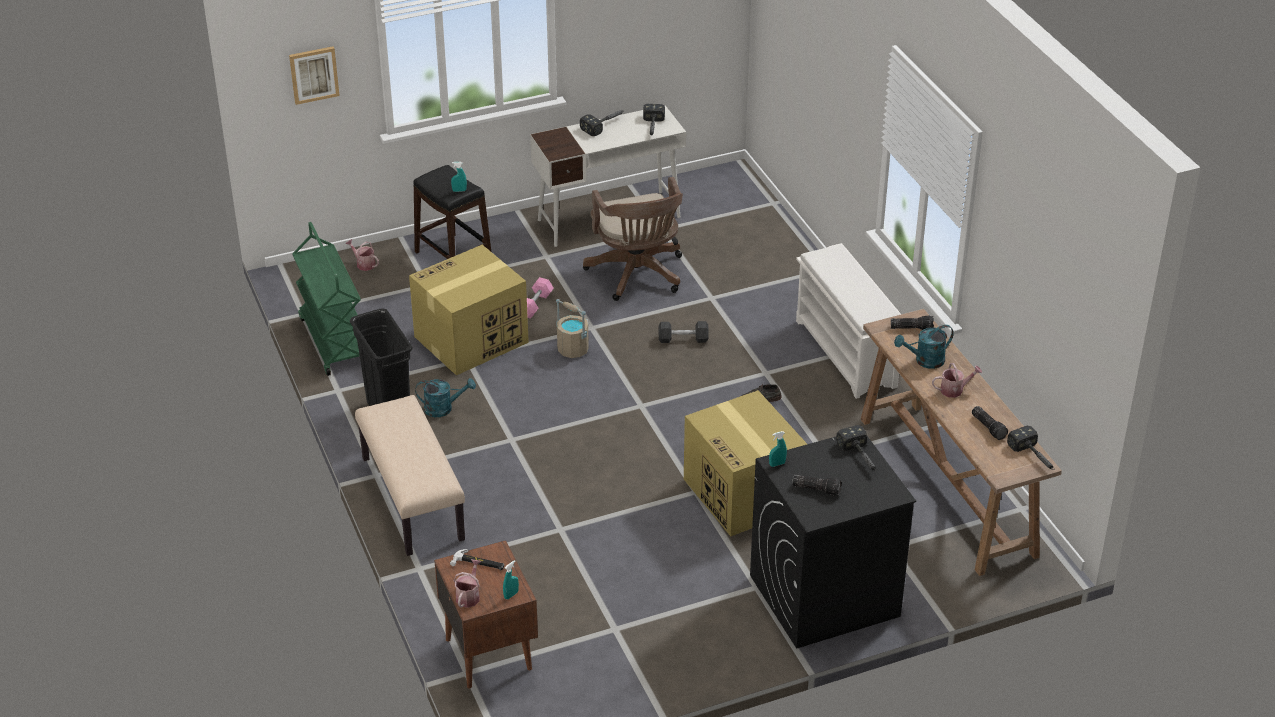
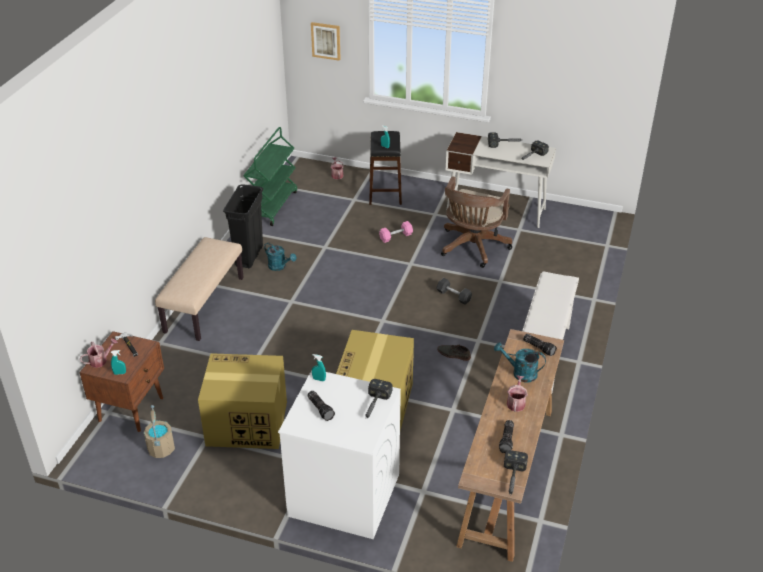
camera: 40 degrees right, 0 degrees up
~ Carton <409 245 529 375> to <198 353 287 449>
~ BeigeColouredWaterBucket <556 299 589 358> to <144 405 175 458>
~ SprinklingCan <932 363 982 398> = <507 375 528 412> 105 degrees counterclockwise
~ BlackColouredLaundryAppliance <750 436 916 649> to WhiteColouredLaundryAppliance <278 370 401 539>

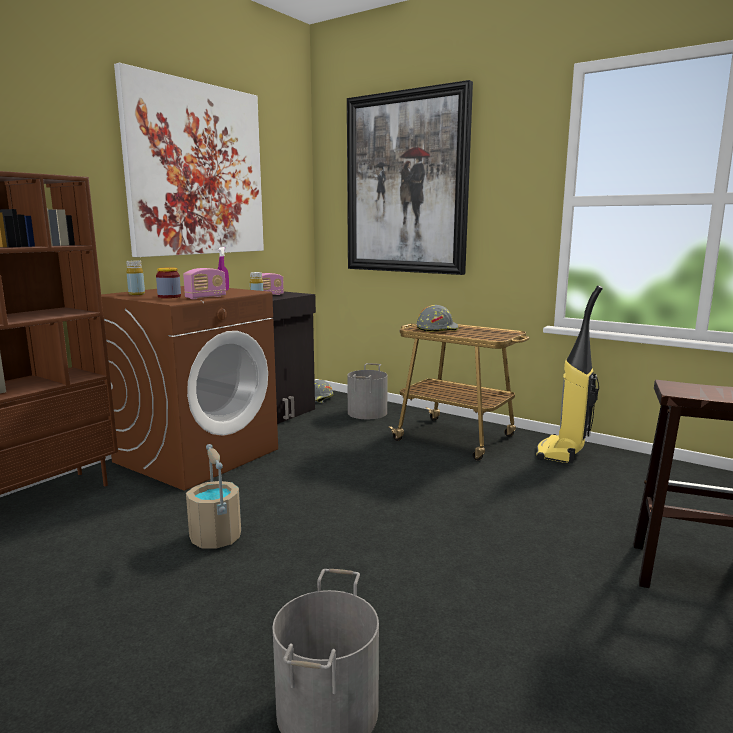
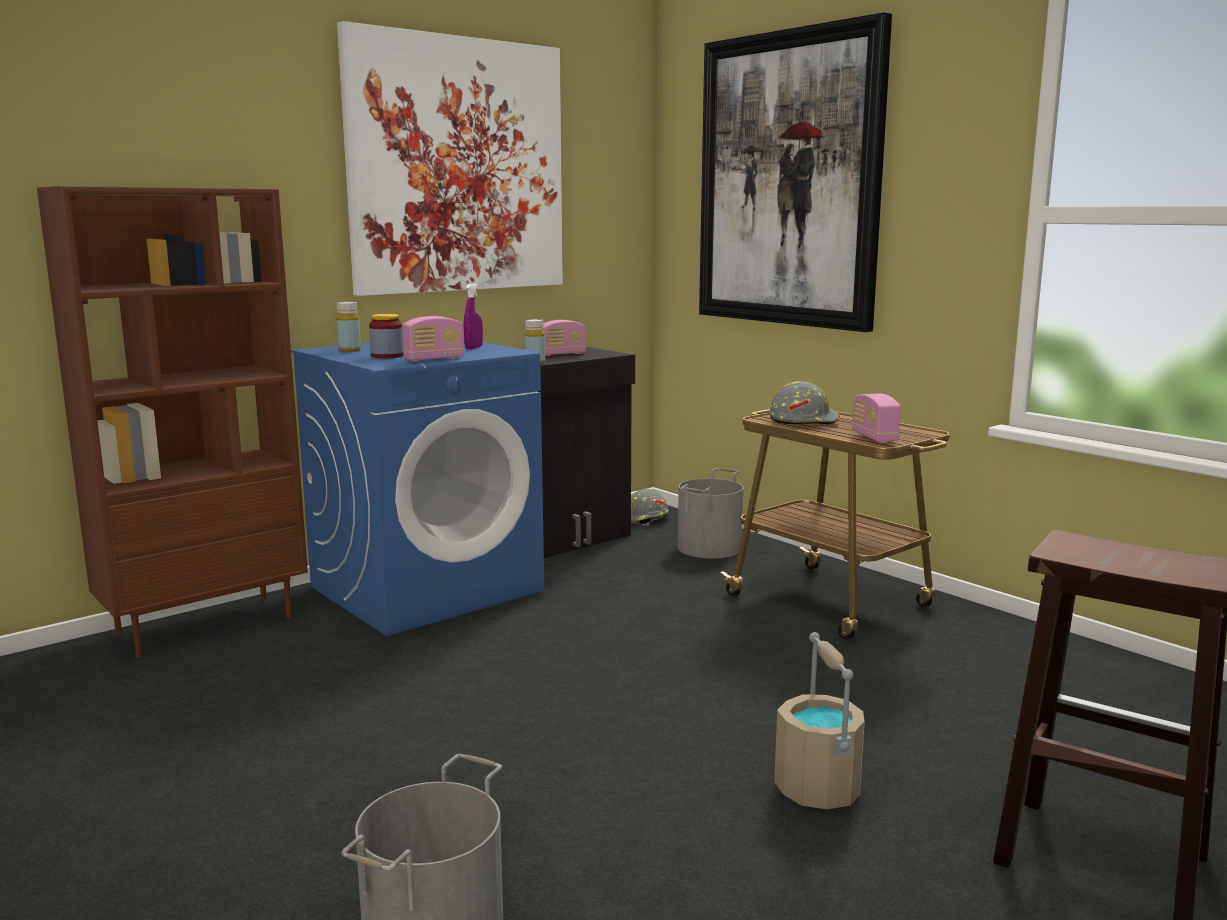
camera: 15 degrees right, 0 degrees up
- Hoover <536 285 603 463>
~ BrownLaundryAppliance <101 286 278 491> to BlueLaundryAppliance <291 339 544 636>
~ BeigeColouredWaterBucket <186 444 241 548> to <774 632 865 810>
+ RadioReceiver <852 394 901 443>

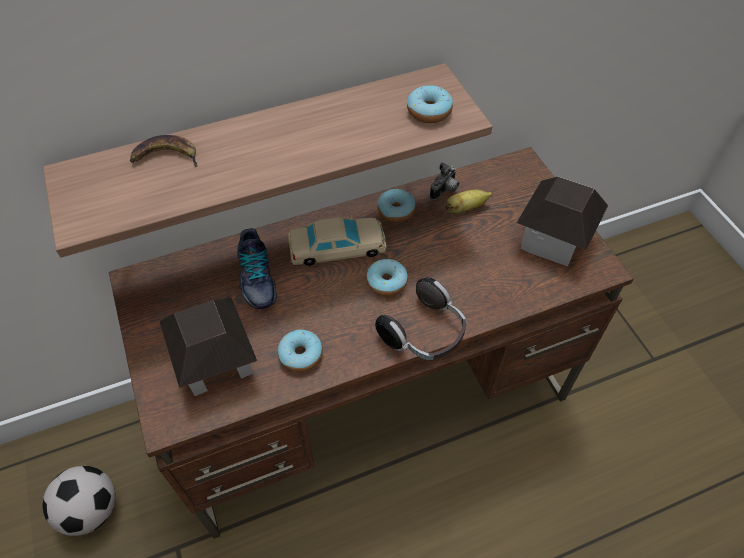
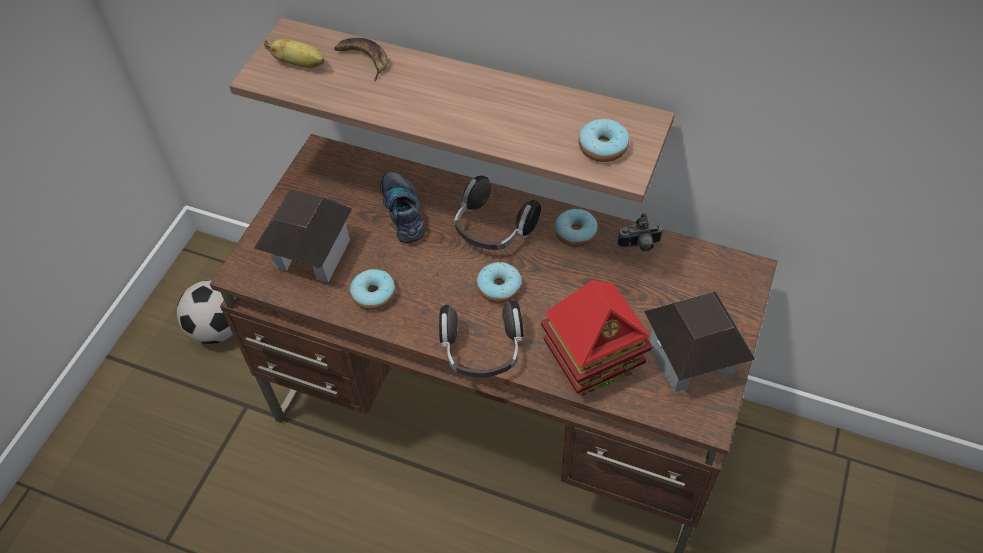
camera: 45 degrees right, 0 degrees up
~ WholeBanana <445 189 492 214> to <264 39 324 68>
~ BeigeColouredToyCar <288 215 386 266> to Headset <454 176 541 250>
~ LowShoe <237 228 277 309> = <380 171 426 243> 135 degrees clockwise
+ ToyHouse <541 280 652 396>

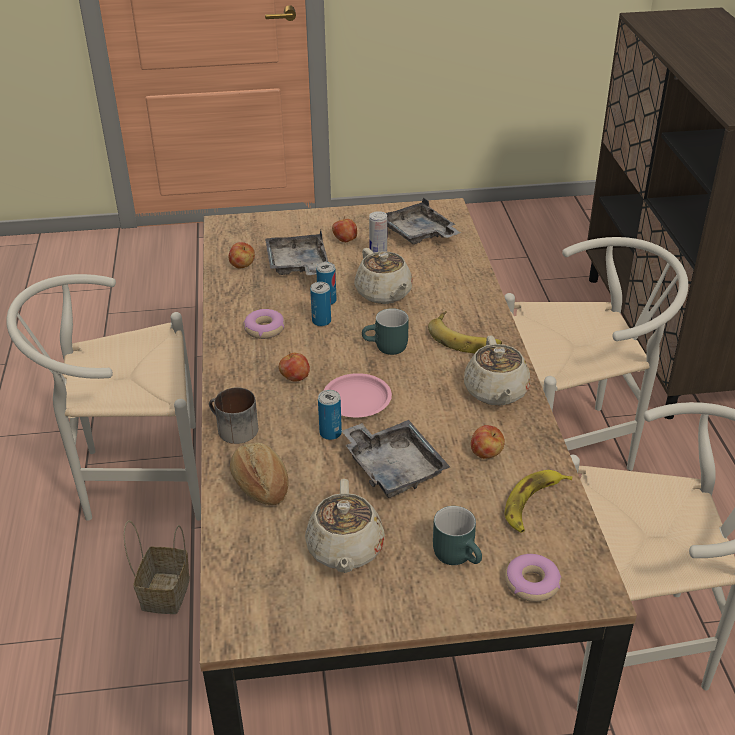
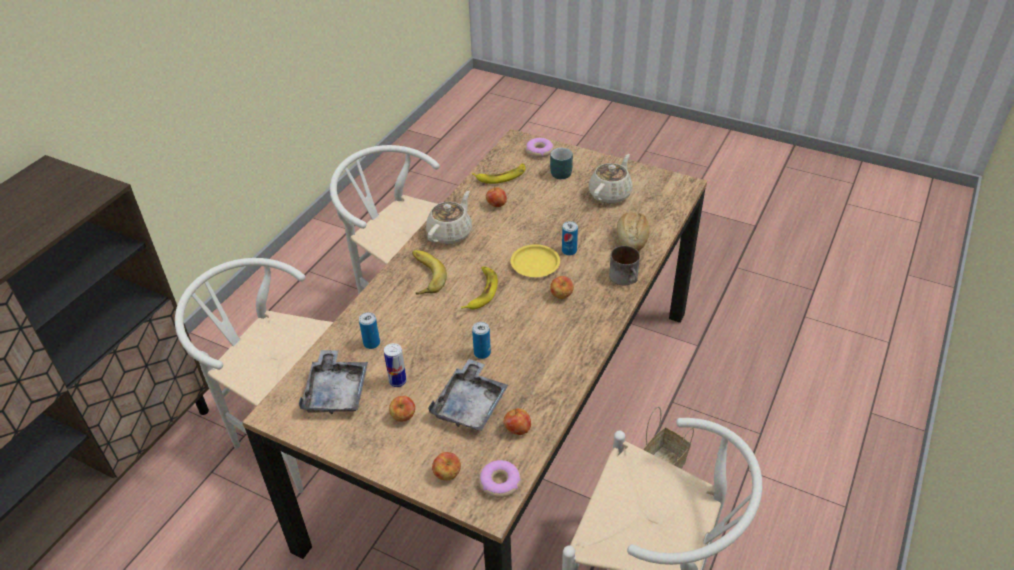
camera: 145 degrees left, 5 degrees up
- BeigeColouredPotForTea <354 248 413 304>
~ MetalCan <310 282 331 327> to <359 312 380 349>
~ BlueGreenTeaMug <362 308 409 355> to WholeBanana <461 266 498 309>
~ RingDoughnut <243 309 285 339> to <479 460 521 498>
~ PinkColouredDinnerPlate <323 373 392 417> to YellowColouredDinnerPlate <511 244 560 277>
- GreyishTray <341 420 450 498>
+ Apple <432 452 461 480>

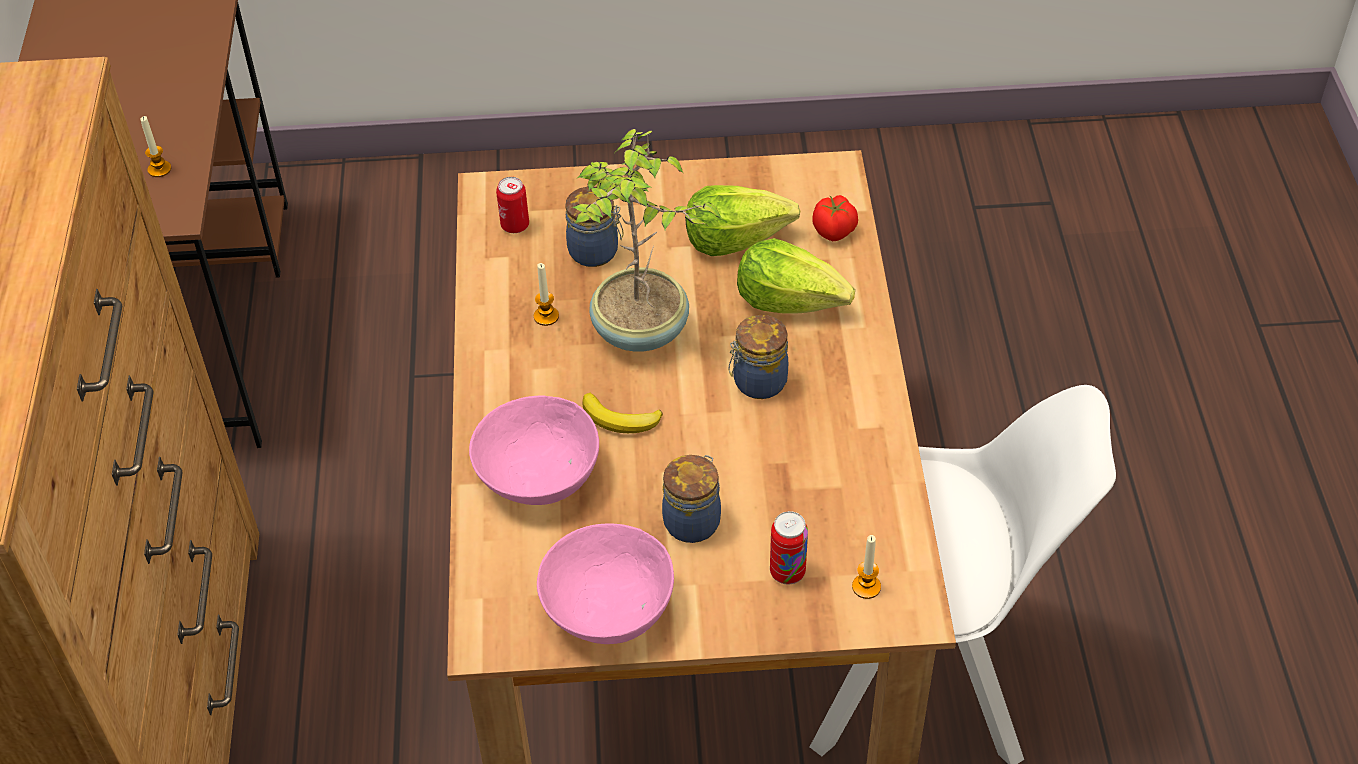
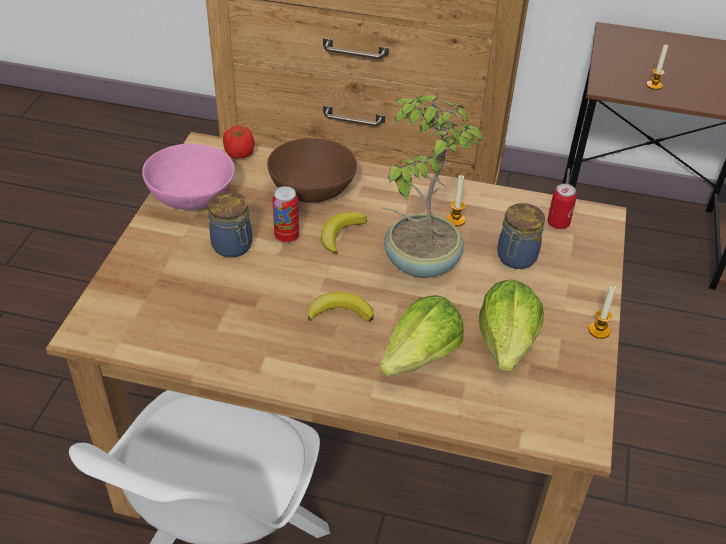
camera: 105 degrees right, 5 degrees down
~ Tomato <812 195 858 241> to <223 125 255 159>
~ StorageJar <728 315 788 399> to WholeBanana <308 292 374 322>
~ PinkColouredBowl <469 395 599 505> to BrownBowl <267 138 357 203>
~ MetalCan <770 511 808 585> to <272 186 299 243>
~ WaxCandle <852 535 881 599> to <588 286 616 339>

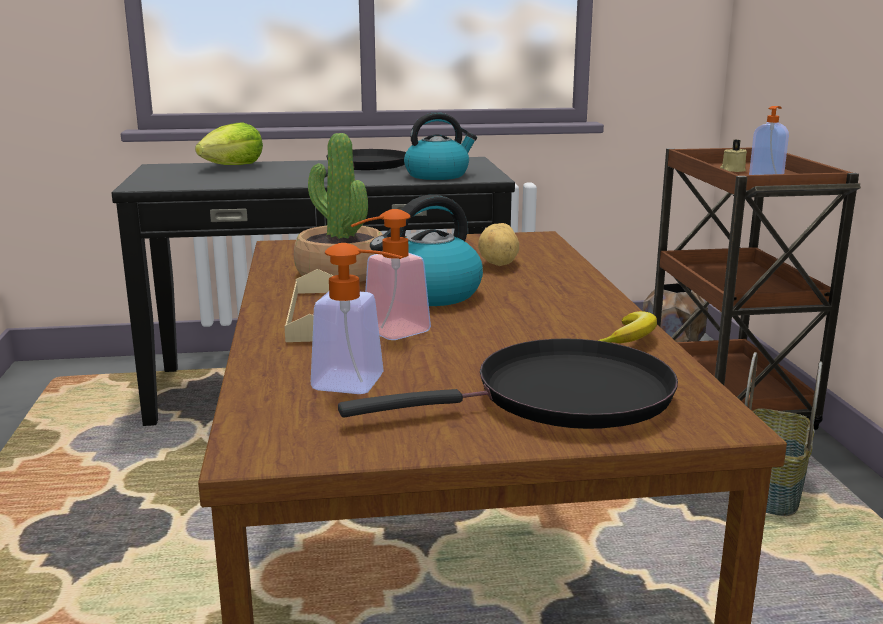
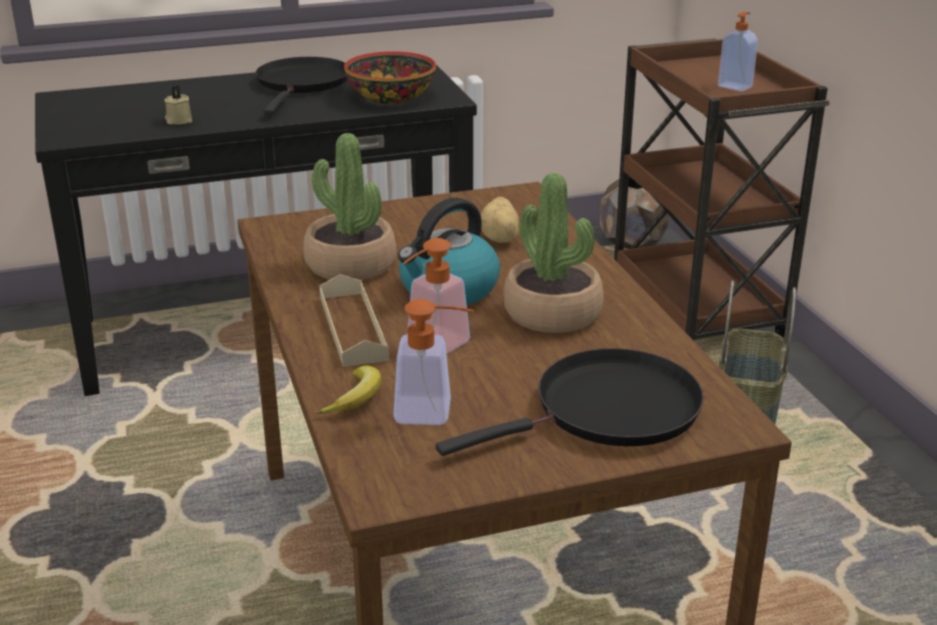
camera: 10 degrees left, 10 degrees up
~ WaterKettle <404 112 477 180> to Bowl <344 51 436 104>
- HeadOfLettuce <195 123 263 165>
~ BeigeColouredWaxCandle <720 139 747 172> to <164 85 192 125>
~ WholeBanana <597 311 657 343> to <316 365 382 414>
+ Houseplant <503 173 604 333>

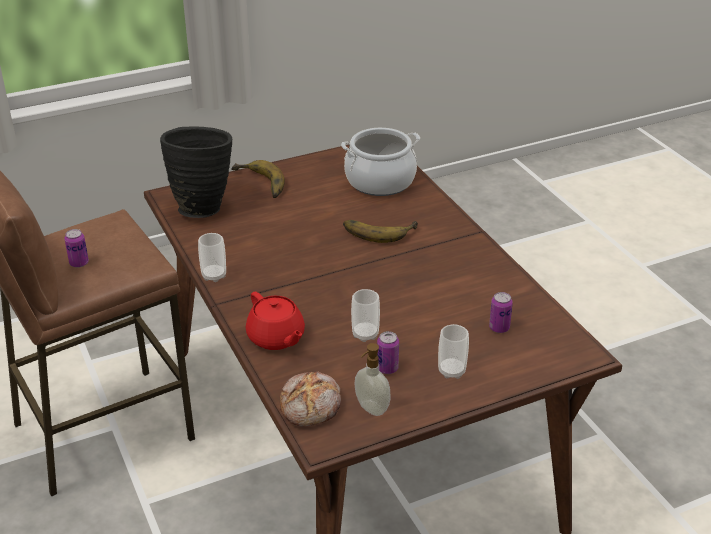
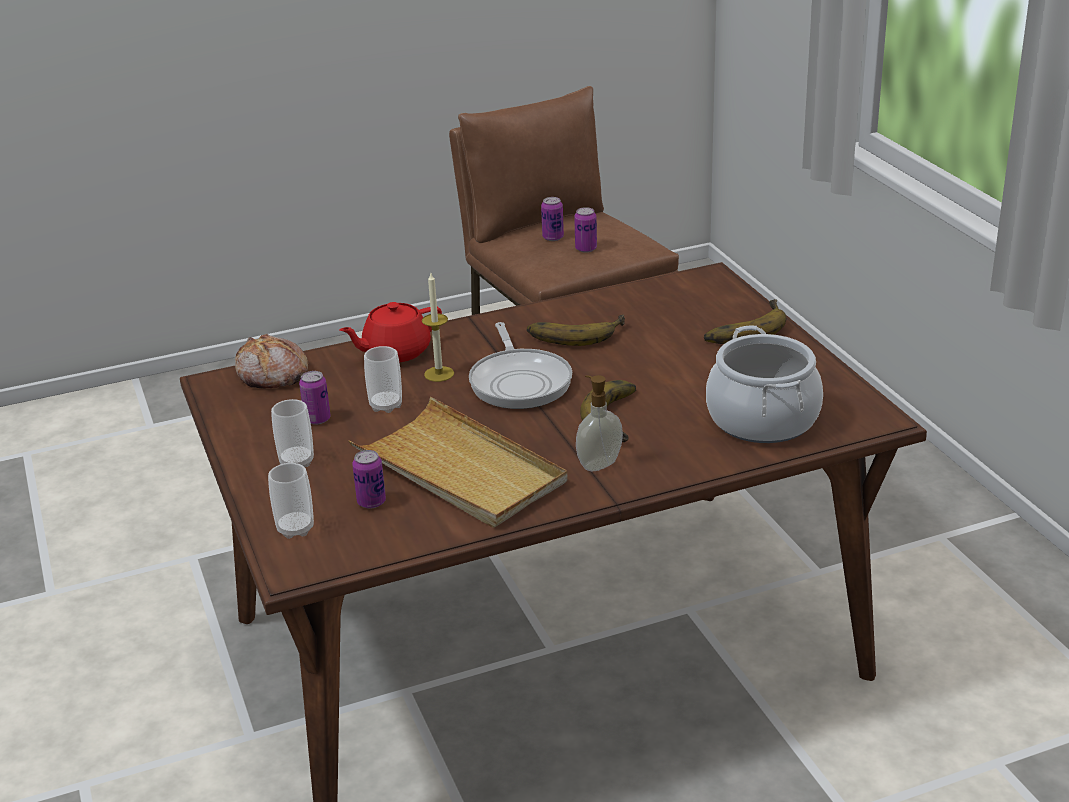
camera: 95 degrees right, 5 degrees down
- BlackColouredFlowerVase <160 126 232 218>
~ SmallCup <198 233 226 282> to <268 463 314 539>
~ SoapDispenser <355 343 391 416> to <576 375 623 471>
+ MetalCan <574 207 597 253>
+ WaxCandle <422 273 454 382>
+ WholeBanana <527 315 625 346>
+ Pan <469 322 572 409>
+ BeigeColouredTray <349 397 568 527>

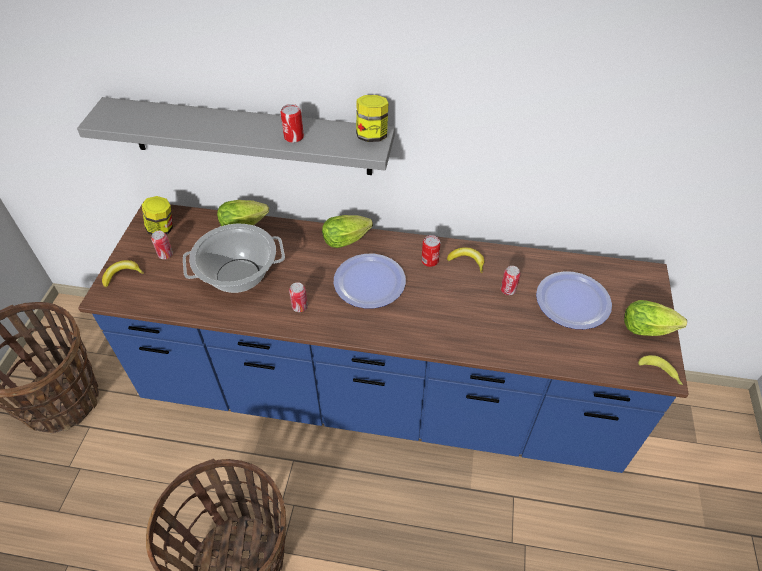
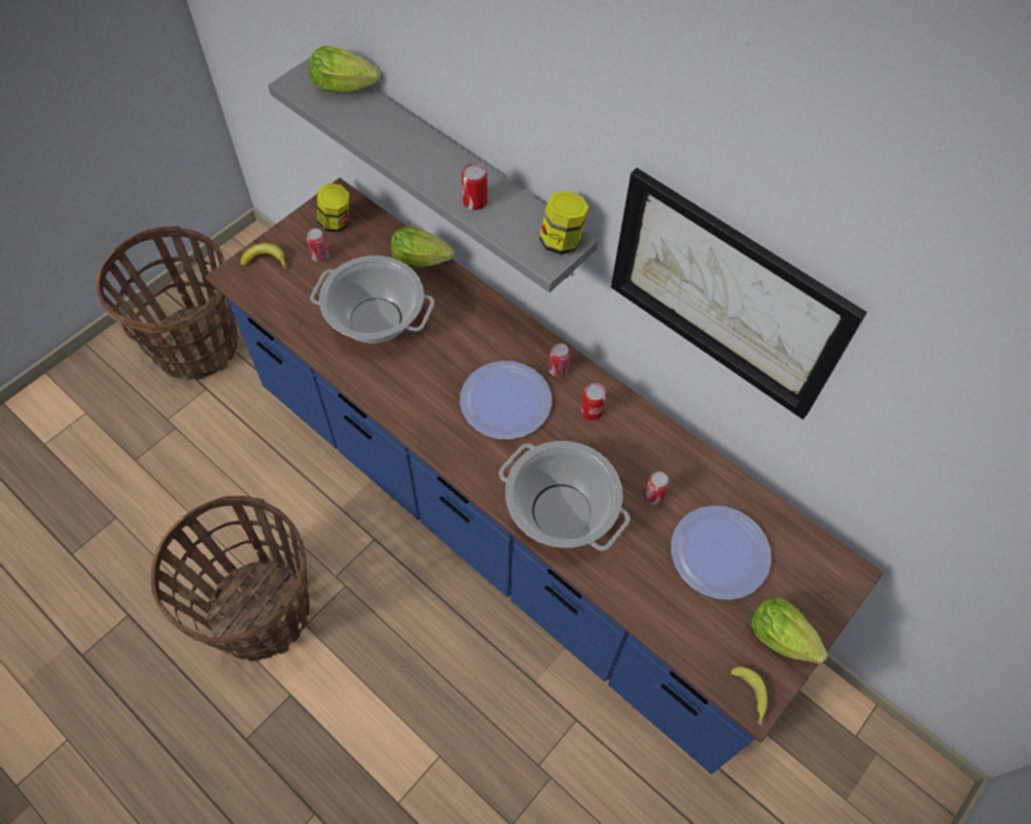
camera: 30 degrees right, 10 degrees up
~ HeadOfLettuce <322 215 373 248> to <309 46 380 93>
- WholeBanana <447 247 484 273>
~ MetalCan <289 282 308 312> to <549 343 570 377>
+ WallArt <611 168 867 419>
+ CookingPot <499 441 630 551>

